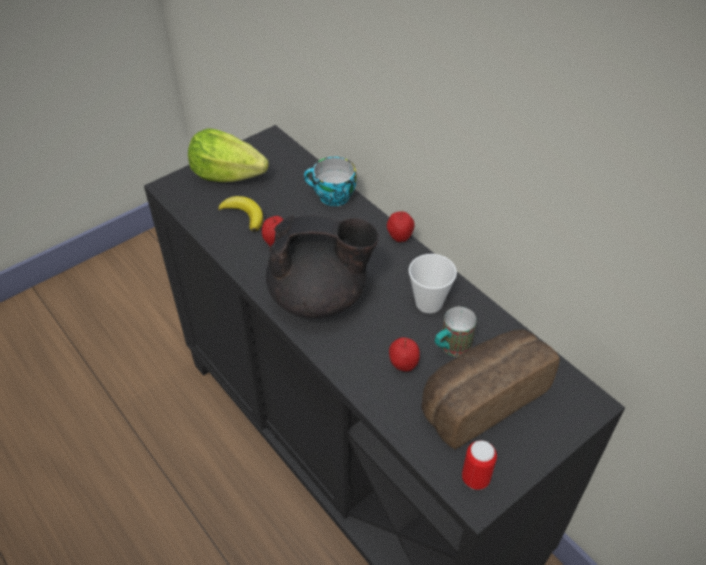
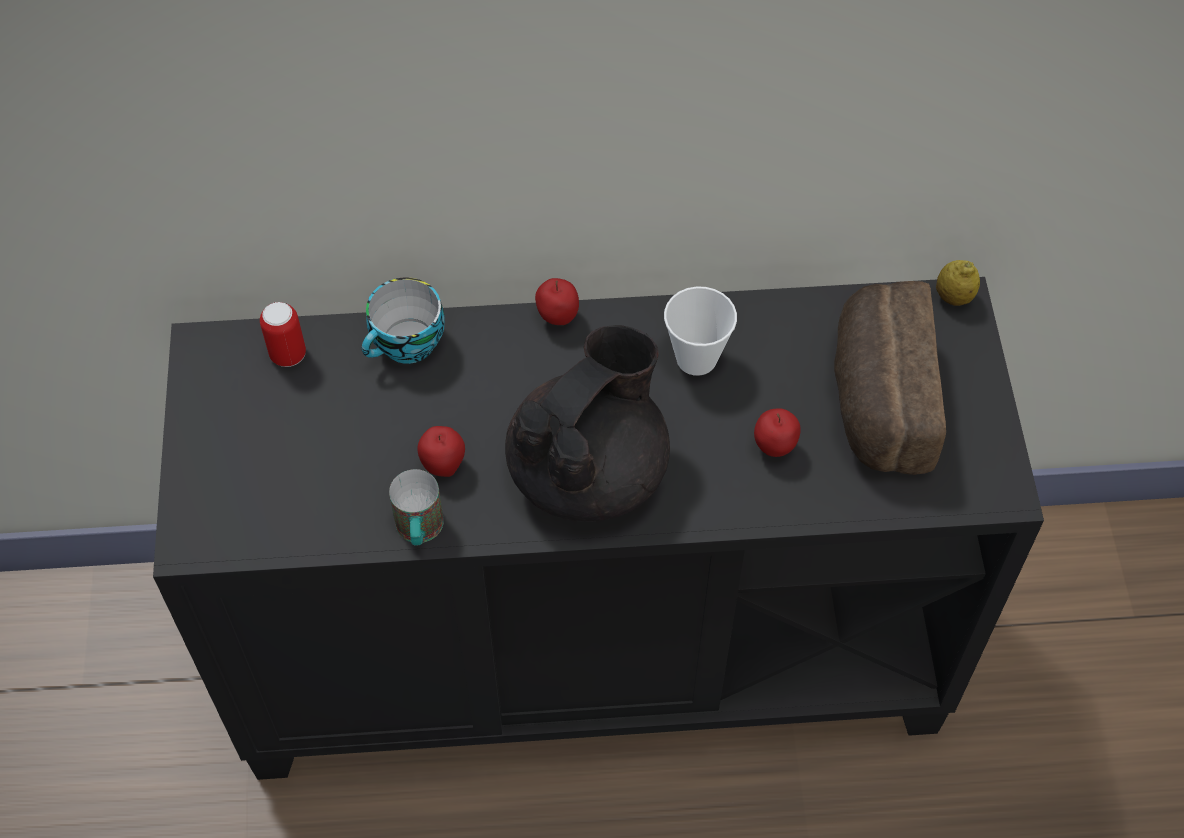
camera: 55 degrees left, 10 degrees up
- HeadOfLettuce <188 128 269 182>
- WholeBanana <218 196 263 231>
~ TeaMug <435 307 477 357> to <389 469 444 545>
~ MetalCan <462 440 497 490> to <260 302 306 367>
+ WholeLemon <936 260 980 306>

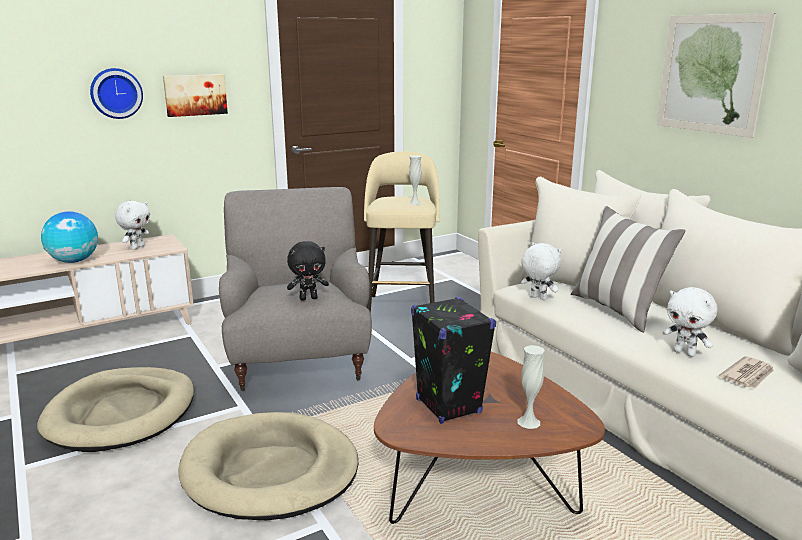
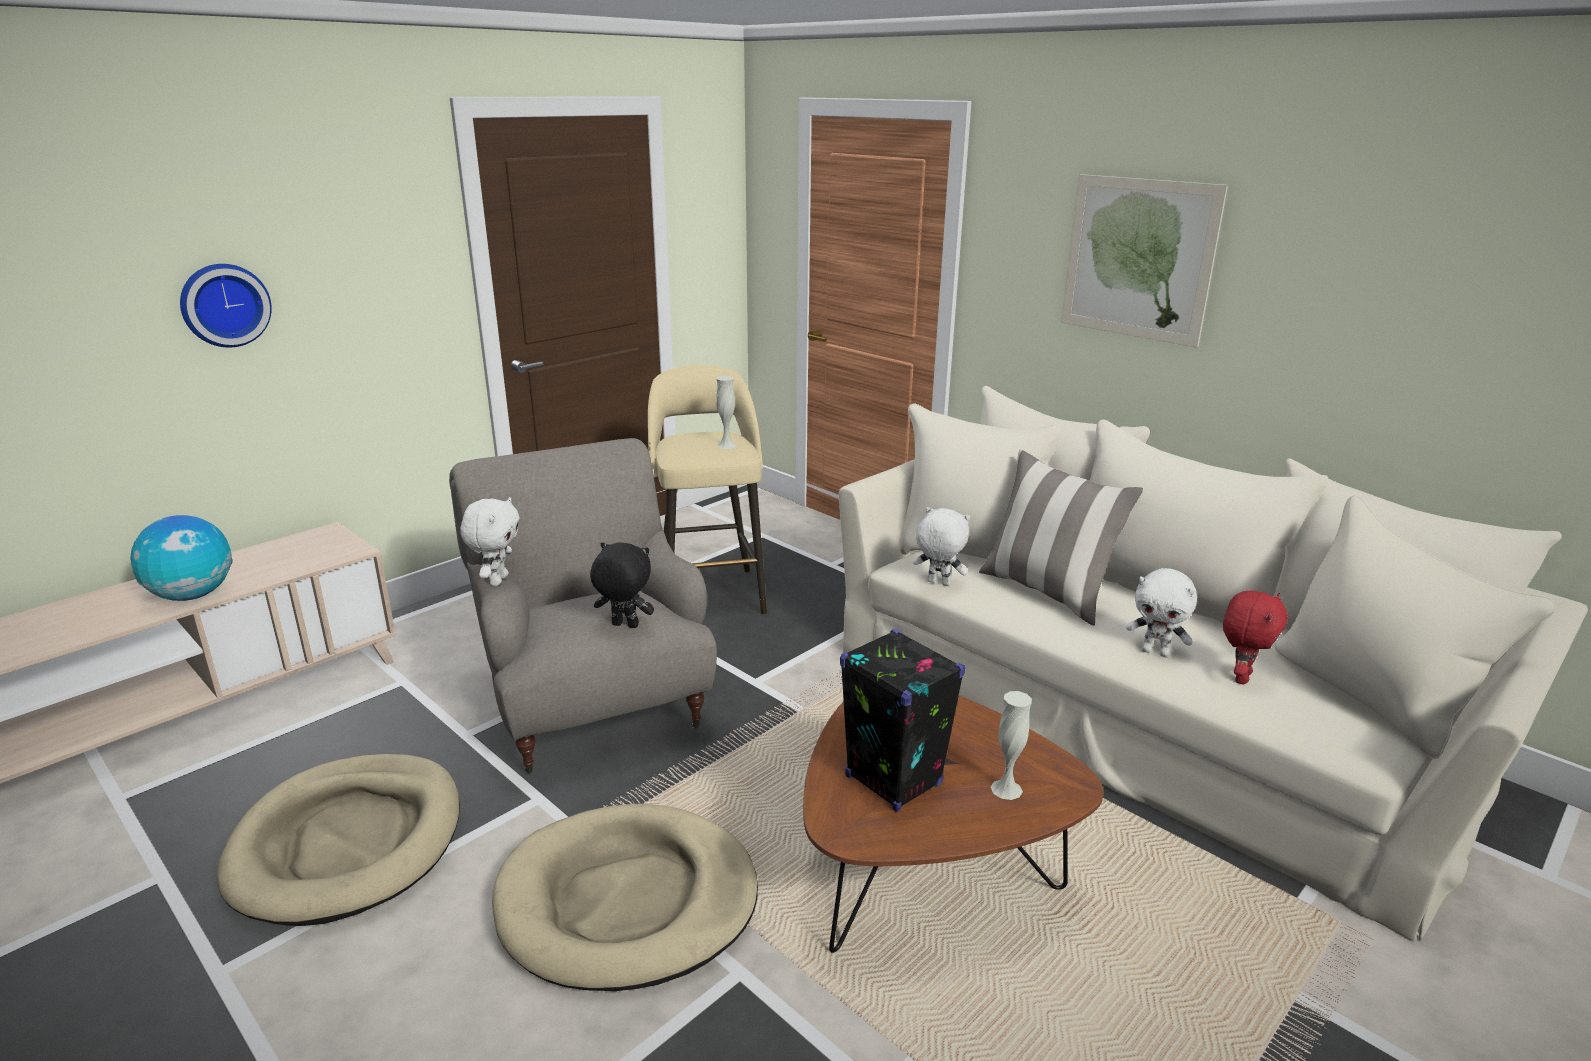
camera: 15 degrees left, 5 degrees up
- WallArt <163 74 228 117>
~ WhiteColouredPlushToy <115 201 150 250> to <460 497 520 586>
~ BlackColouredPlushToy <287 241 329 301> = <590 542 654 628> 135 degrees counterclockwise
~ PrintedPaper <719 356 774 389> to RedPlushToy <1223 591 1288 684>

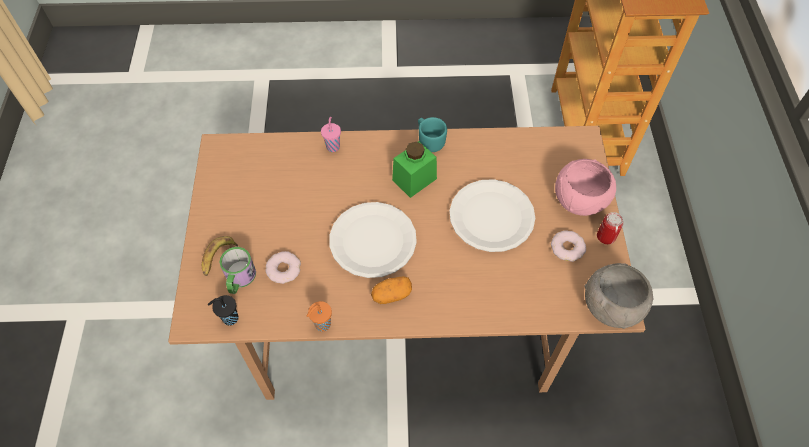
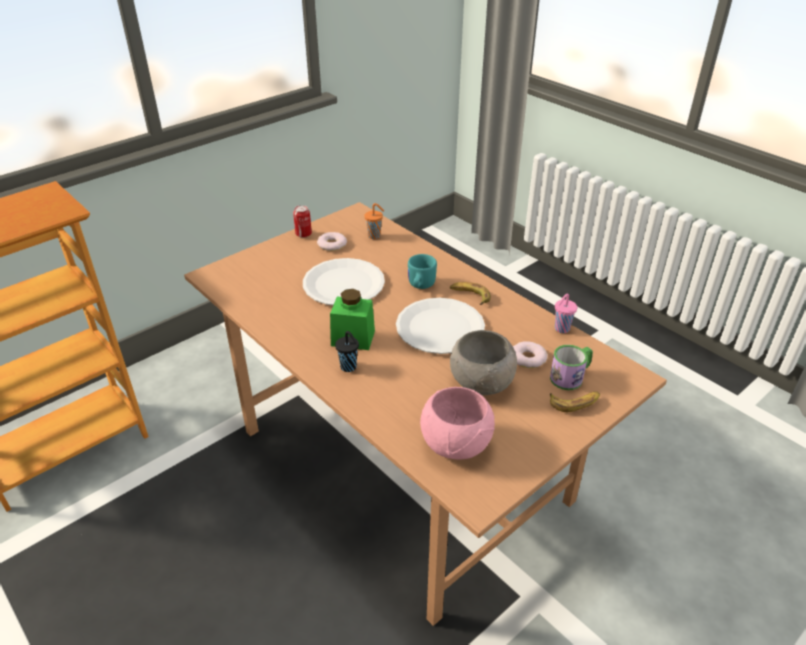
camera: 130 degrees left, 20 degrees down
~ PinkColouredSmallCup <321 117 341 152> to <555 294 577 333>
~ BlueGreenTeaMug <418 117 447 152> to <408 254 437 289>
~ PinkColouredBowl <555 159 616 216> to <420 387 495 460>
~ GreyishBowl <584 263 653 329> to <450 330 517 395>
~ Spud <371 276 412 304> to WholeBanana <450 282 491 305>
~ BlackColouredSmallCup <208 295 239 325> to <335 331 359 372>
~ OrangeColouredSmallCup <307 301 332 332> to <364 203 384 239>

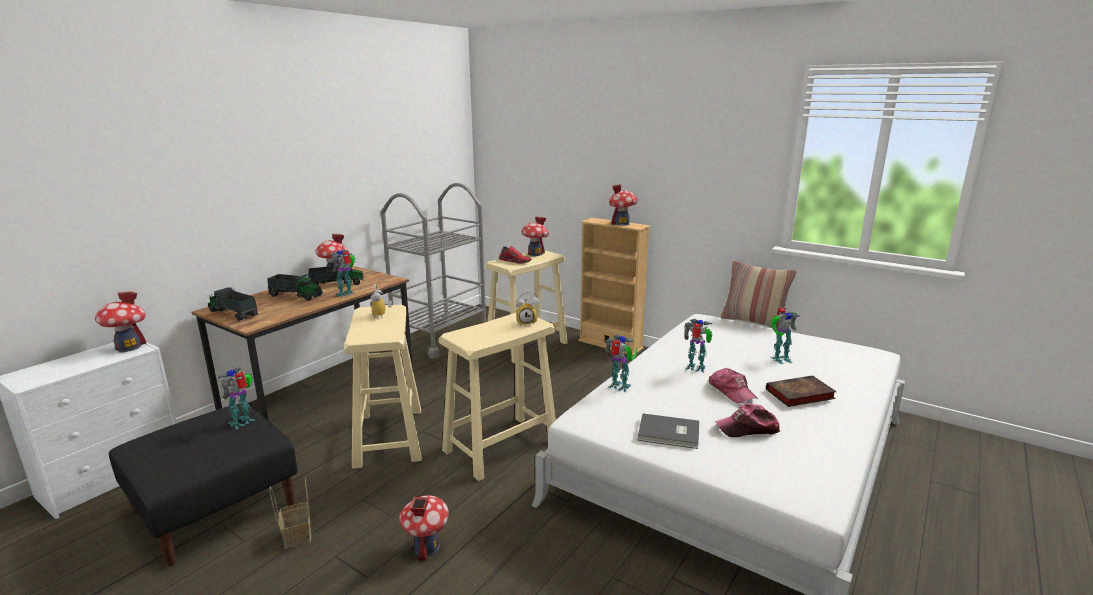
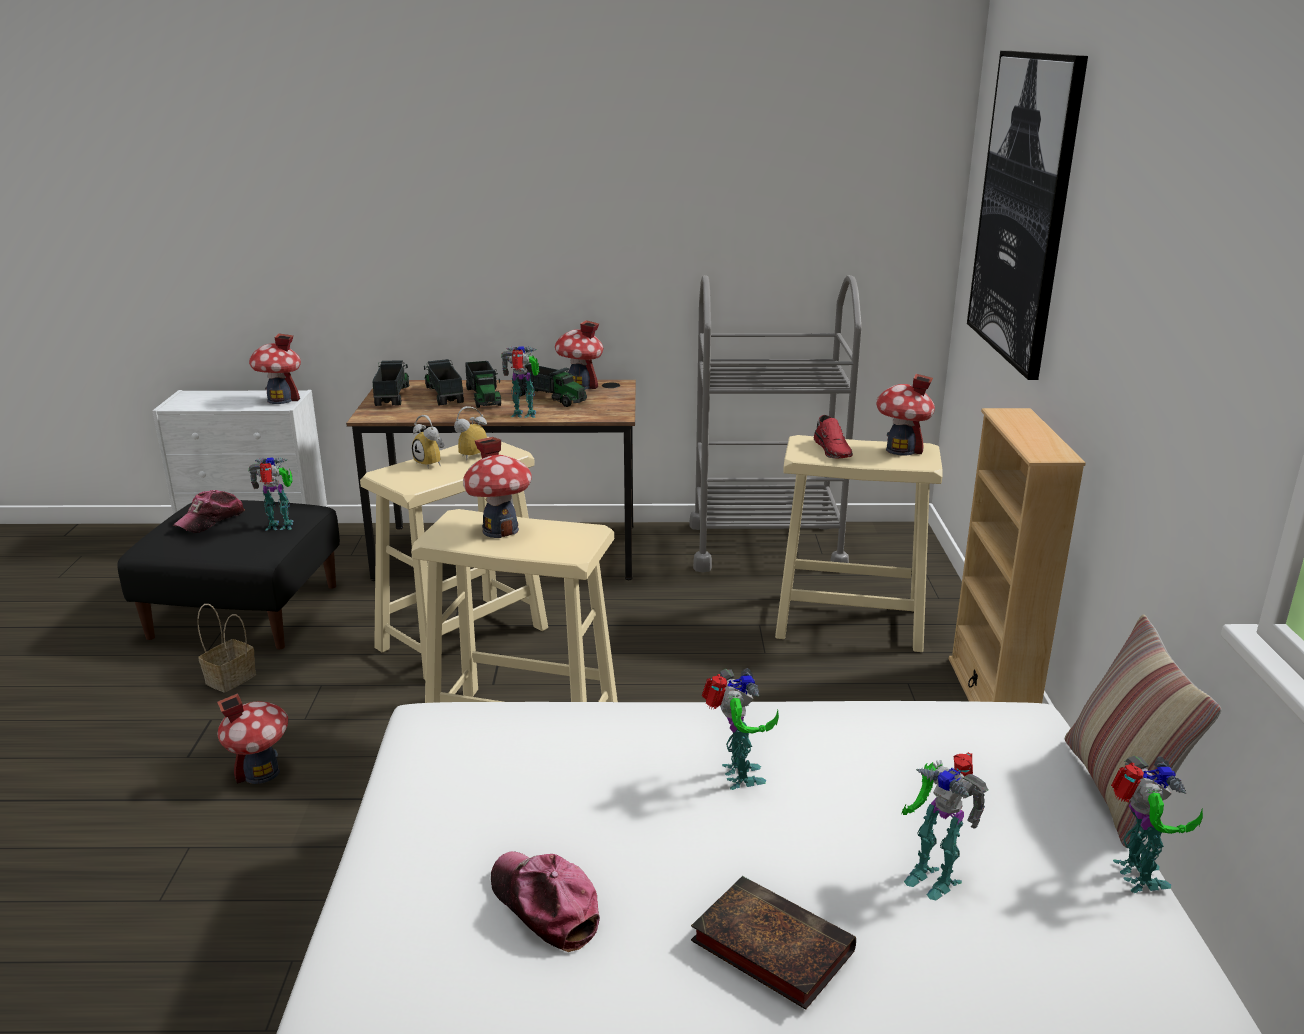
camera: 55 degrees right, 5 degrees up
~ ToyHouse <609 184 638 226> to <463 437 531 538>
~ AlarmClock <516 291 539 326> to <412 415 445 468>
~ ToyRobot <605 335 637 392> to <1111 756 1203 893>
~ PeakedCap <709 368 758 403> to <173 490 245 533>
- GreyishBoundBook <638 413 699 449>
+ WallArt <967 51 1088 380>
+ ToyLorry <424 359 464 405>

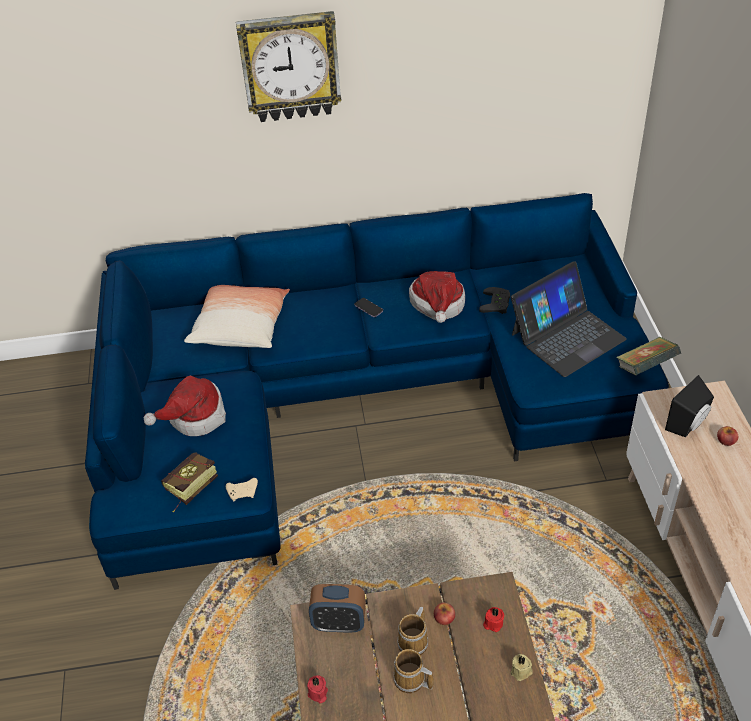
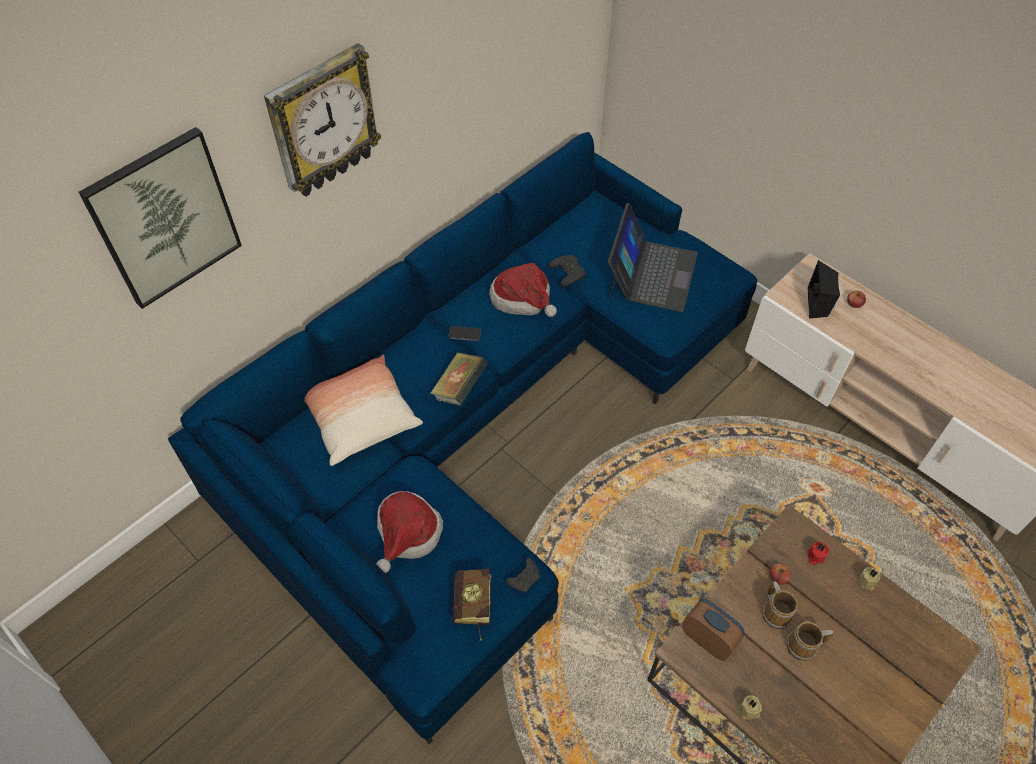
camera: 40 degrees left, 10 degrees up
~ BoundBook <616 337 681 376> to <430 352 488 406>
~ BeigeColouredGamepad <226 478 258 501> to BlackColouredGamepad <505 558 540 593>
~ AlarmClock <309 584 366 633> = <682 599 744 661> 105 degrees counterclockwise
~ RedWaxCandle <307 675 328 703> to BeigeColouredWaxCandle <738 695 762 720>
+ WallArt <79 127 242 309>

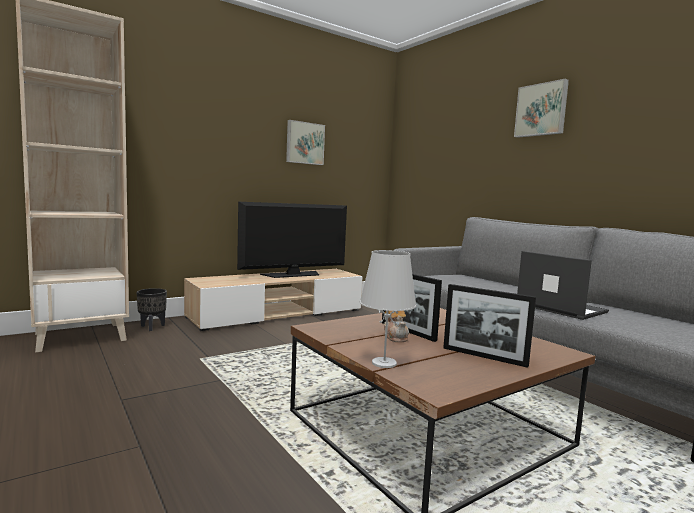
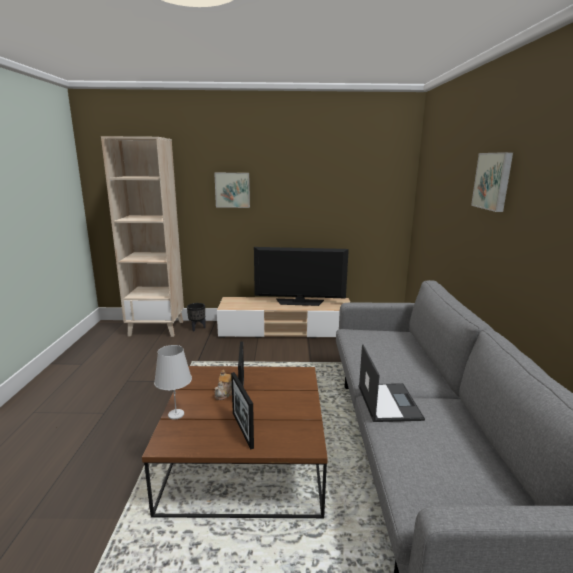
camera: 35 degrees right, 10 degrees up
~ WallArt <286 120 325 165> to <214 173 250 208>

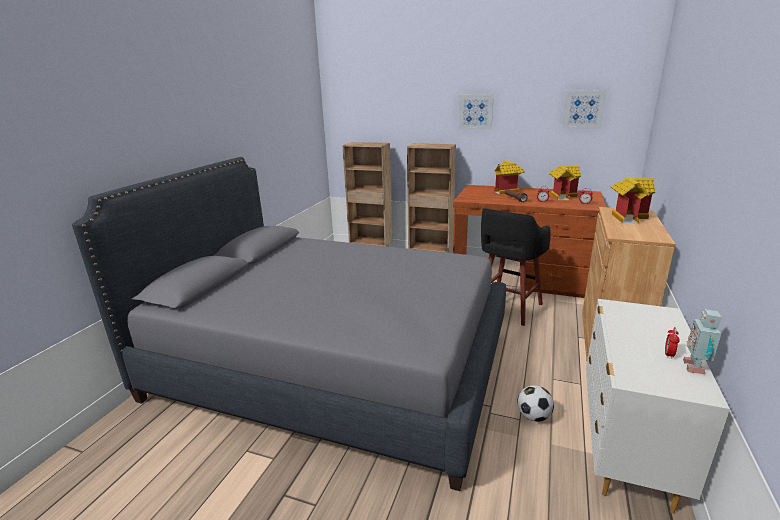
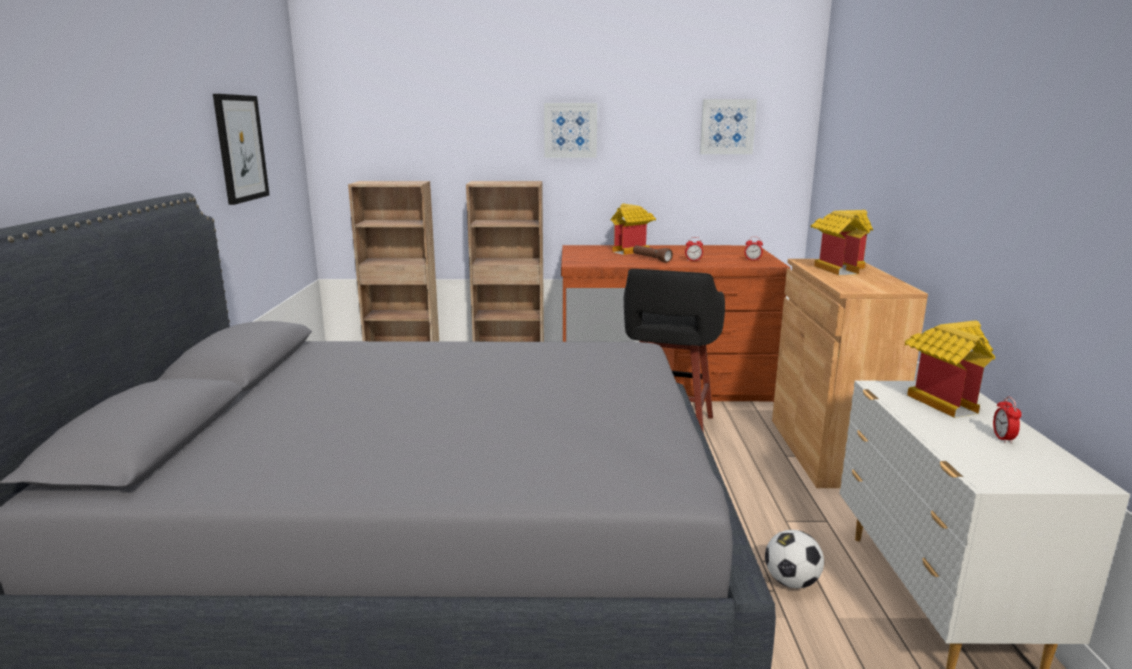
camera: 20 degrees left, 5 degrees down
~ ToyHouse <549 165 581 200> to <905 320 995 418>
- ToyRobot <683 309 722 374>
+ WallArt <213 94 270 205>

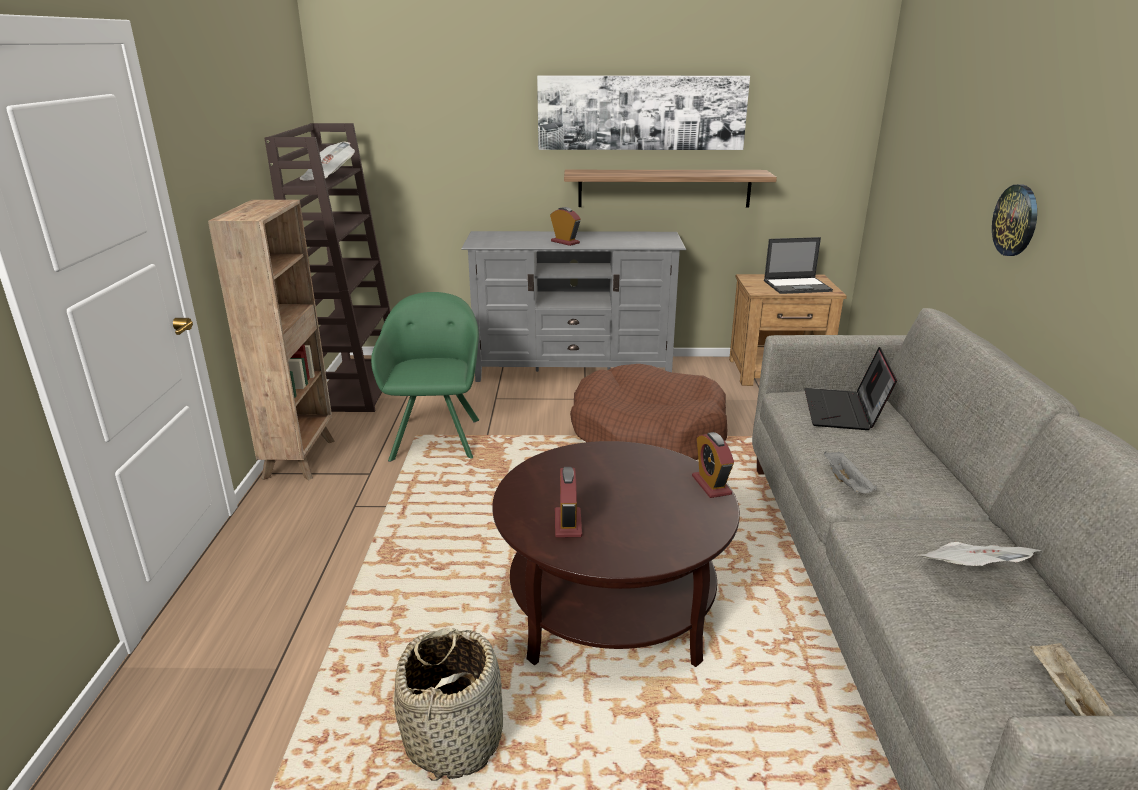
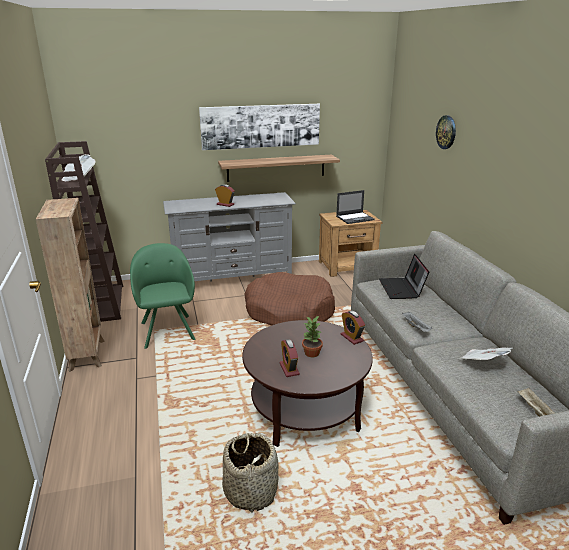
camera: 15 degrees left, 0 degrees up
~ HangingClock <992 185 1037 256> to <436 115 456 149>
+ Houseplant <302 315 323 357>

